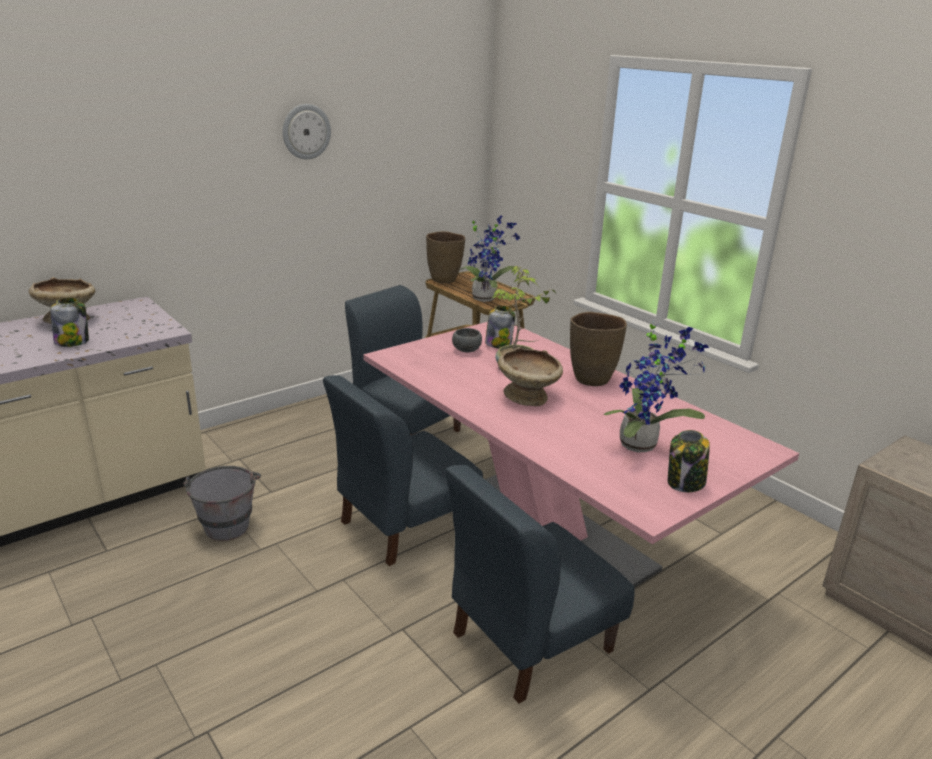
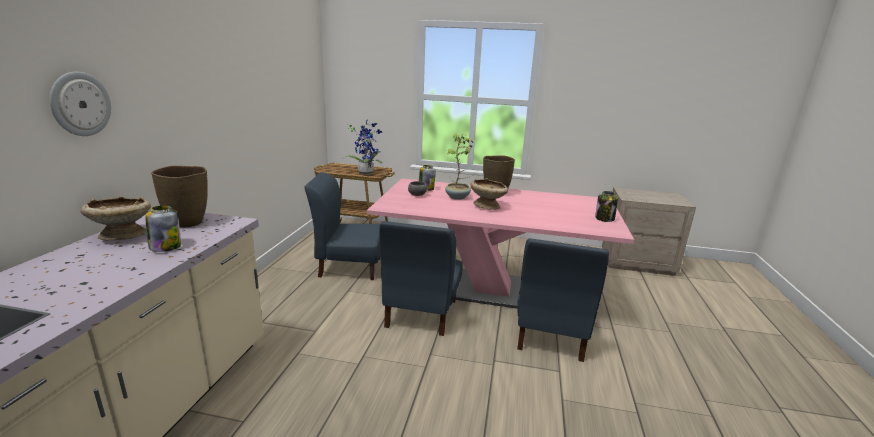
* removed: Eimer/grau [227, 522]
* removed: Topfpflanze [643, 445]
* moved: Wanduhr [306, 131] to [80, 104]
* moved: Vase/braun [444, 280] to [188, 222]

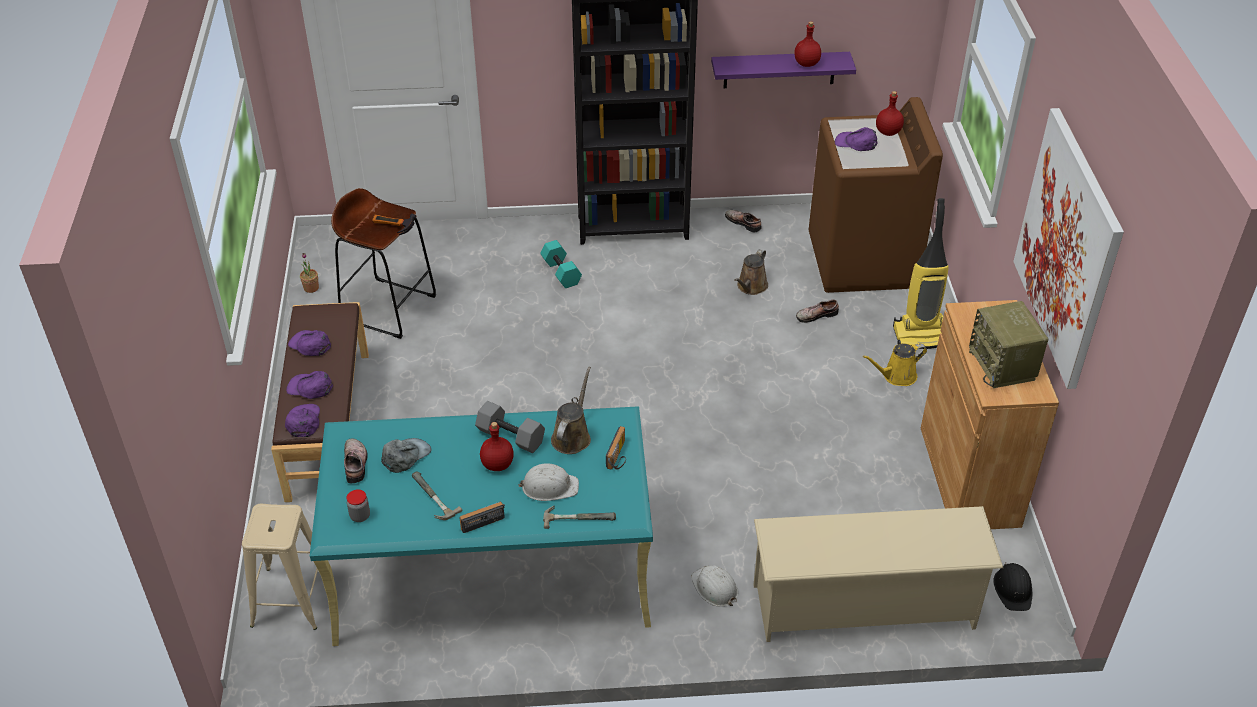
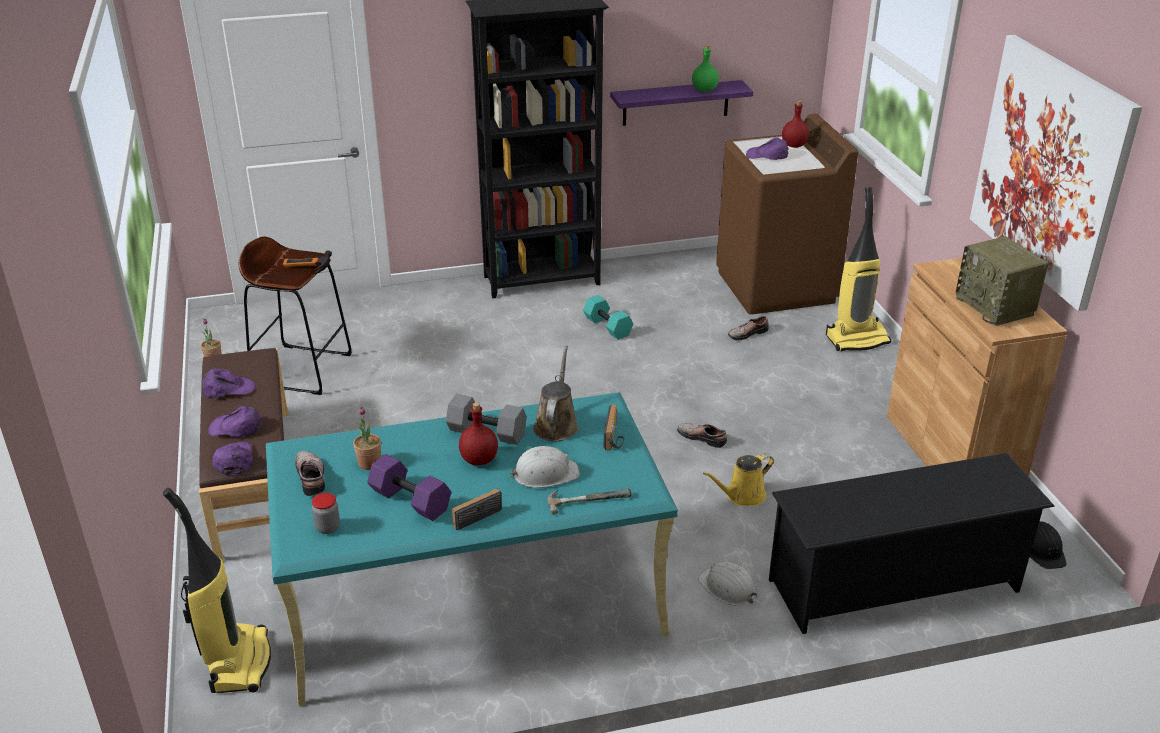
* removed: Gießkanne/braun [751, 287]
* moved: Hantel/türkis [562, 272] to [608, 326]
* moved: Schuh [744, 222] to [702, 437]
* moved: Gießkanne/gelb [896, 376] to [742, 496]
* replaced: Hocker/beige [291, 599] to Staubsauger [238, 662]
* replaced: Kappe/grau [405, 456] to Topfpflanze [369, 463]
* replaced: Hammer [430, 499] to Hantel/lila [409, 501]
* recoloured: Schuhregal/beige [864, 607] to Schuhregal/schwarz [894, 585]
* recoloured: Flasche/rot [807, 63] to Flasche/grün [705, 90]
* turned: Kappe/lila [310, 345] = [229, 389] 150 degrees clockwise

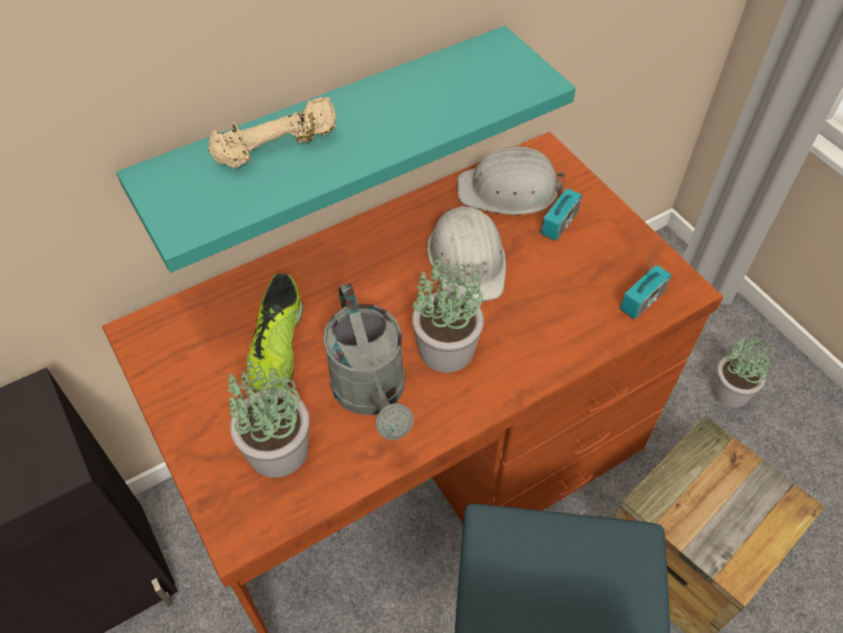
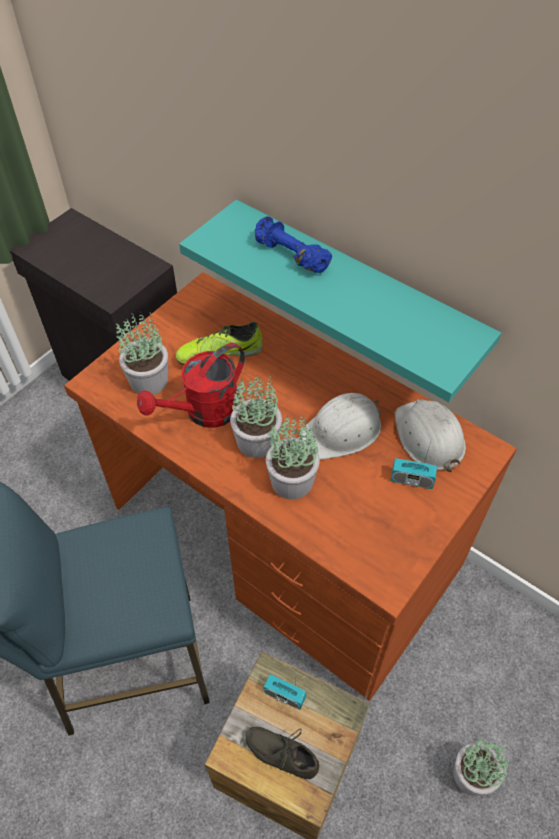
* added: Schuh/grau [283, 751]
* added: Topfpflanze [293, 481]
* moved: Radio [642, 301] to [284, 695]
* recoloured: Hantel/beige [277, 148] to Hantel/blau [290, 256]
* recoloured: Gießkanne/grau [373, 395] to Gießkanne/rot [204, 413]

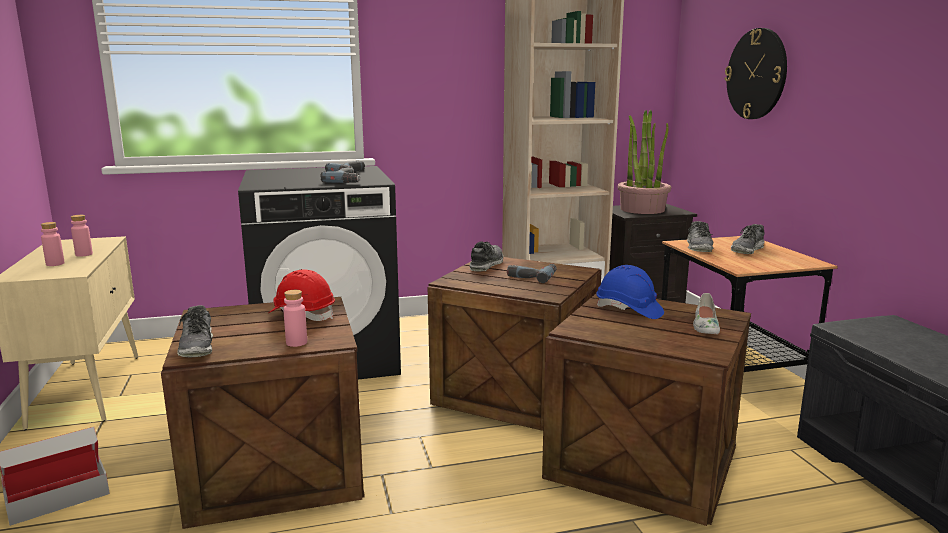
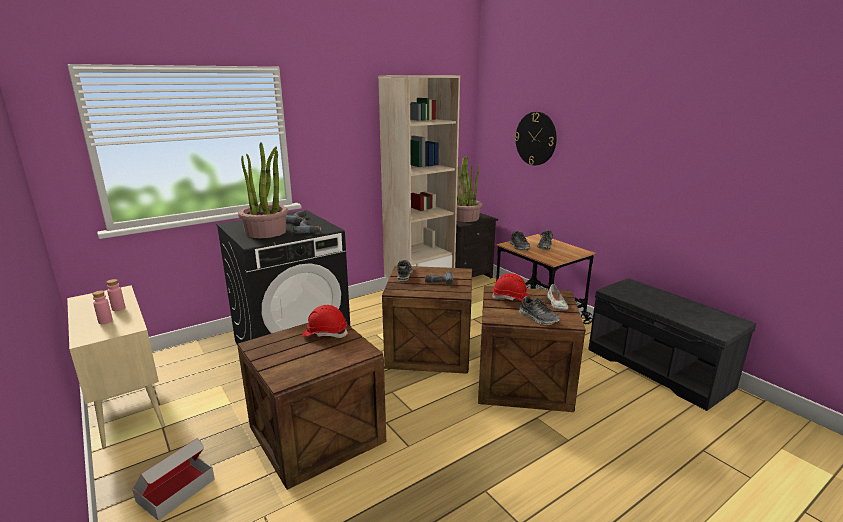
* removed: Flasche/rosa [296, 342]
* added: Topfpflanze [266, 232]
* moved: Schuh [198, 346] to [538, 318]
* recoloured: Schutzhelm/blau [628, 310] to Schutzhelm/rot [511, 299]

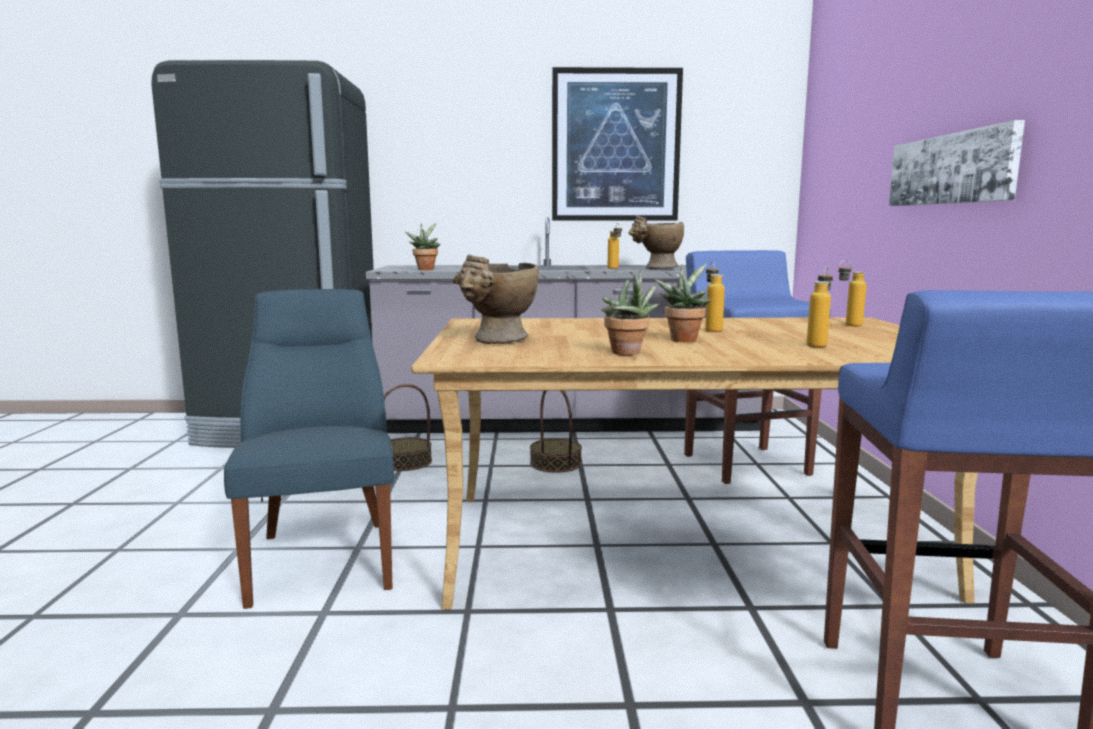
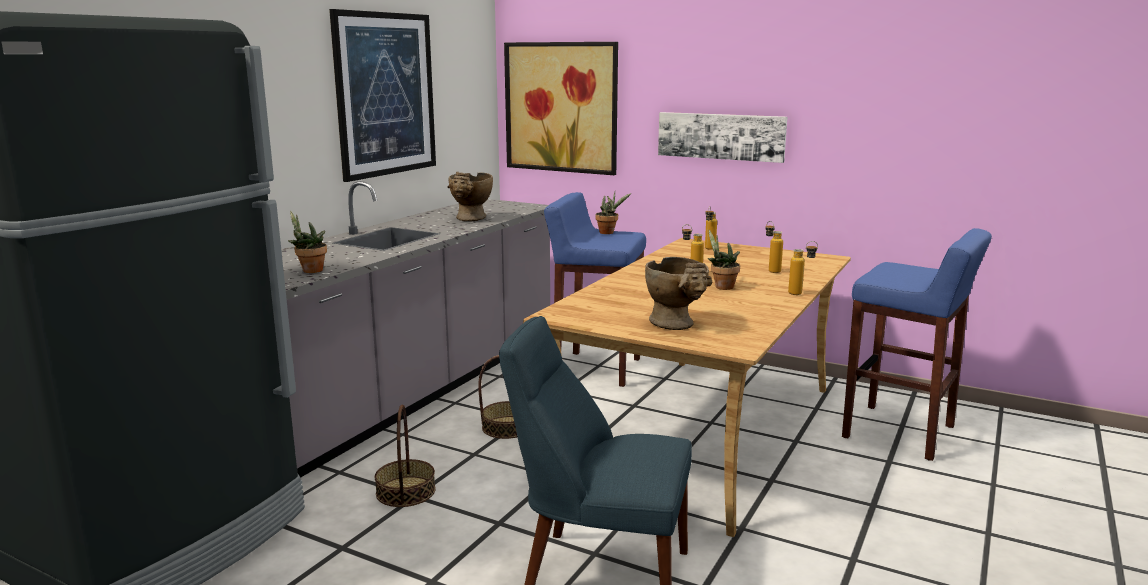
* added: Bild [561, 107]
* moved: Topfpflanze [628, 353] to [609, 232]
* moved: Flasche [614, 268] to [800, 294]

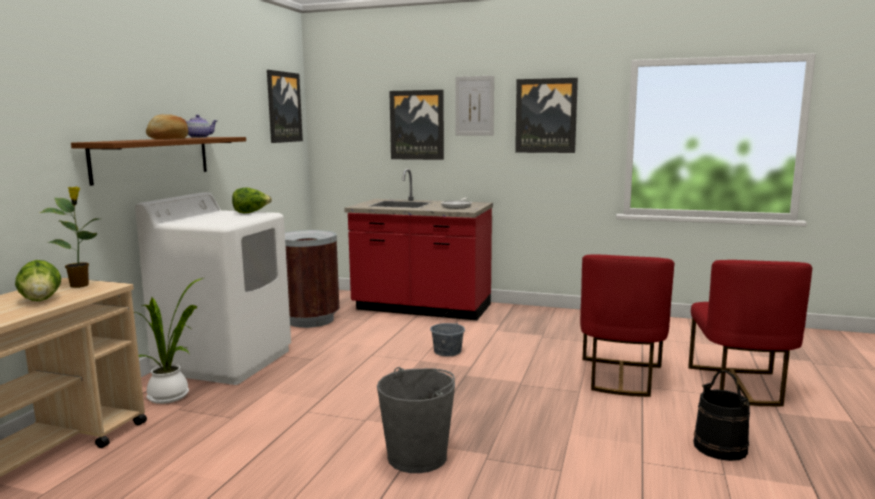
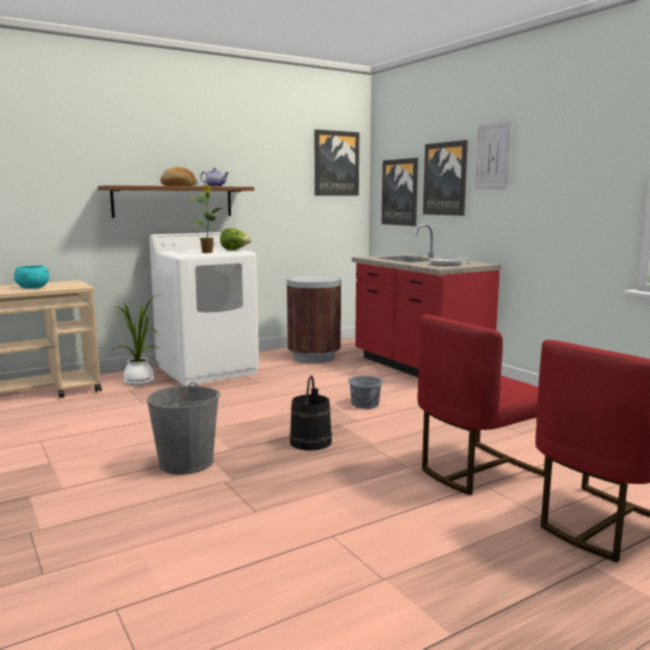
* moved: Topfpflanze [81, 285] to [207, 252]
* moved: Bild [546, 116] to [400, 192]
* moved: Eimer/schwarz [719, 447] to [310, 442]
* replaced: Salatkopf [41, 300] to Schüssel/türkis [33, 288]

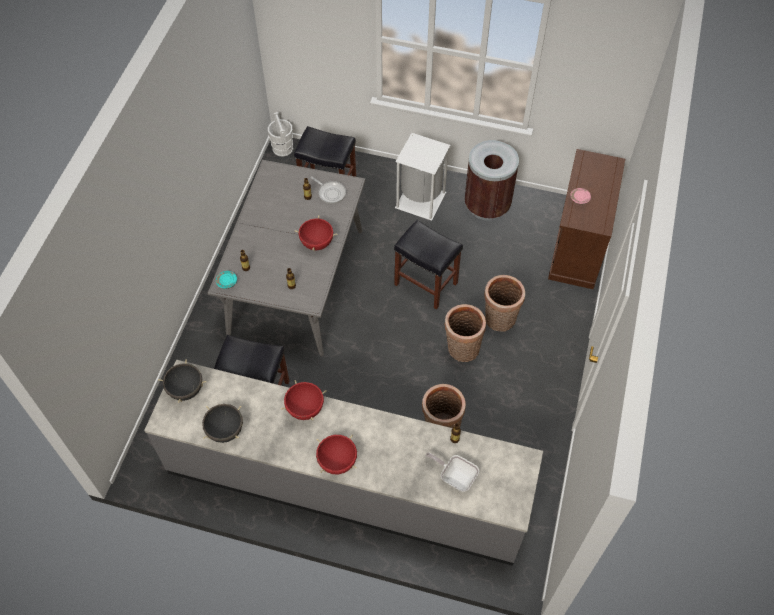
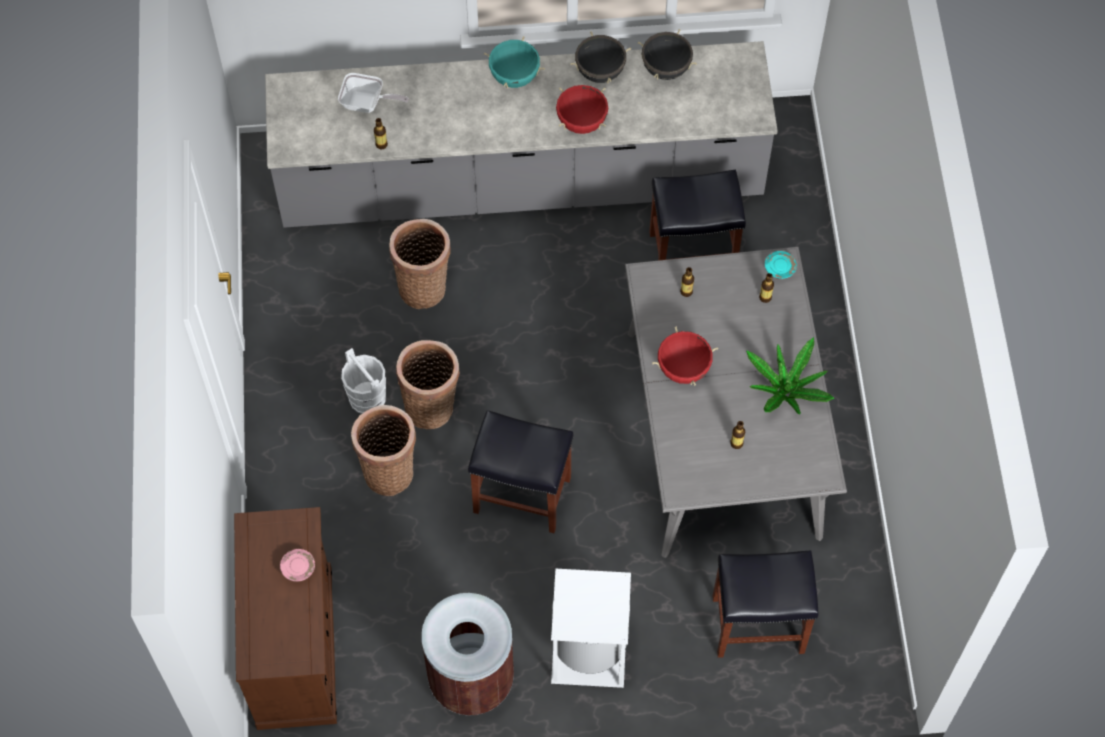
* removed: Pfanne [330, 193]
* added: Topfpflanze [786, 390]
* moved: Kochtopf/schwarz [186, 390] to [600, 72]
* moved: Eimer/weiß [282, 148] to [367, 398]
* recoloured: Kochtopf/rot [337, 462] to Kochtopf/türkis [514, 77]

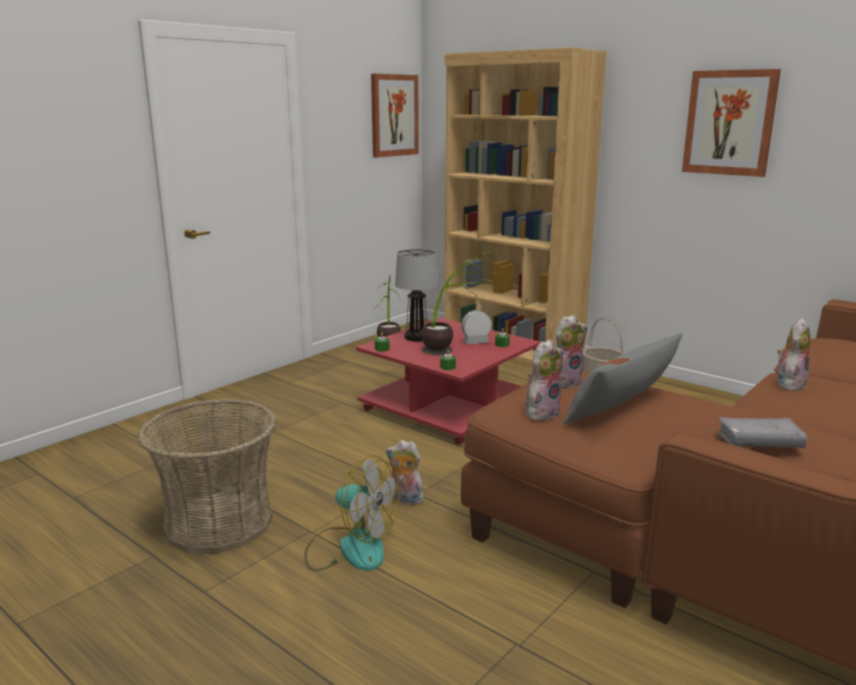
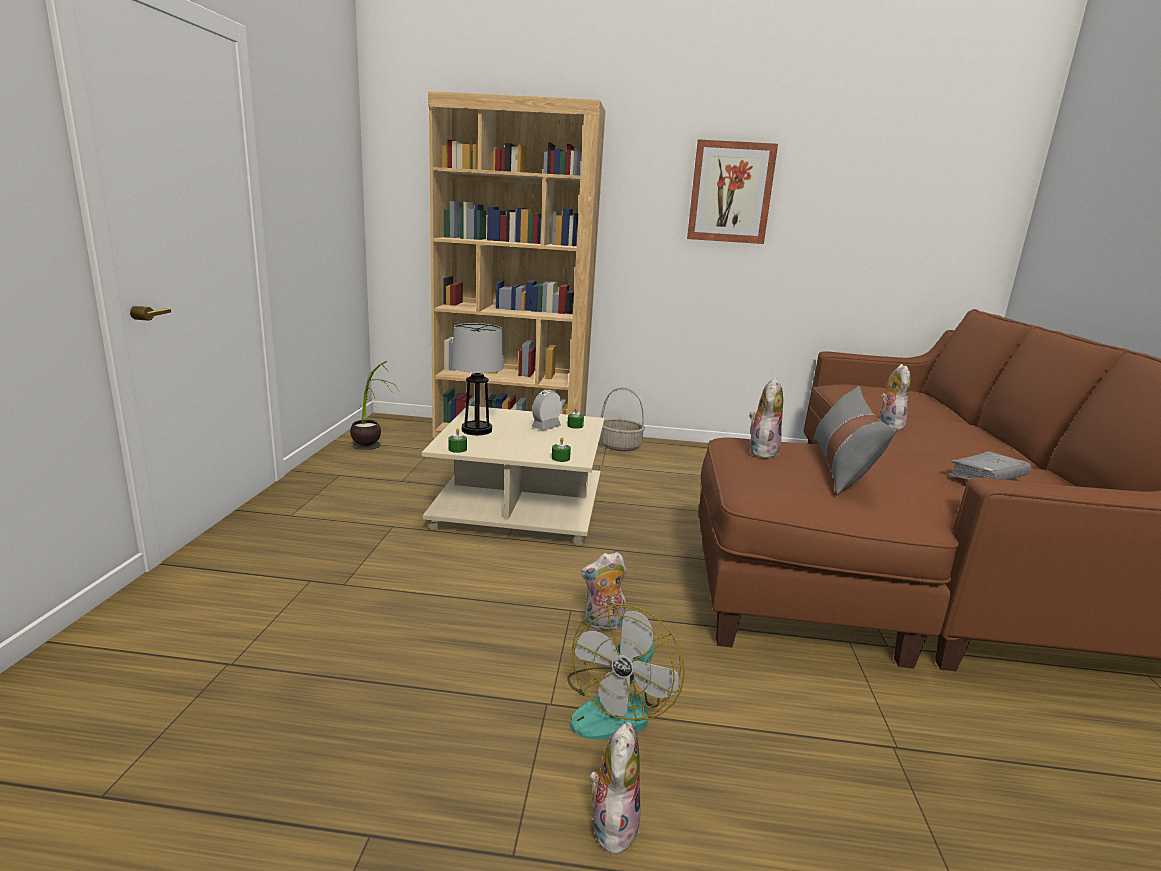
* removed: Korb [218, 523]
* removed: Bild [394, 115]
* removed: Topfpflanze [455, 352]
* moved: Plüschtier [541, 412] to [612, 824]
* recoloured: Couchtisch/rot [449, 408] to Couchtisch/beige [521, 507]
* turned: Ventilator [351, 547] = [618, 706] 120 degrees clockwise

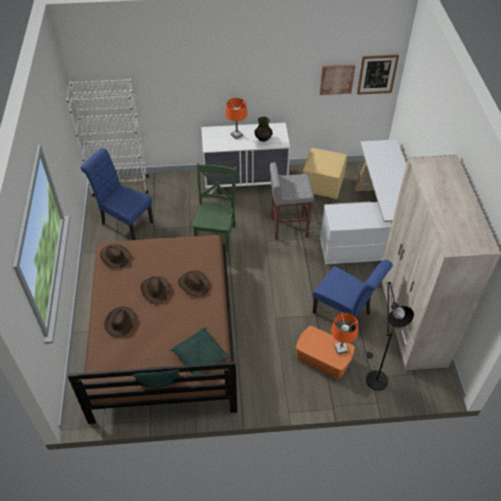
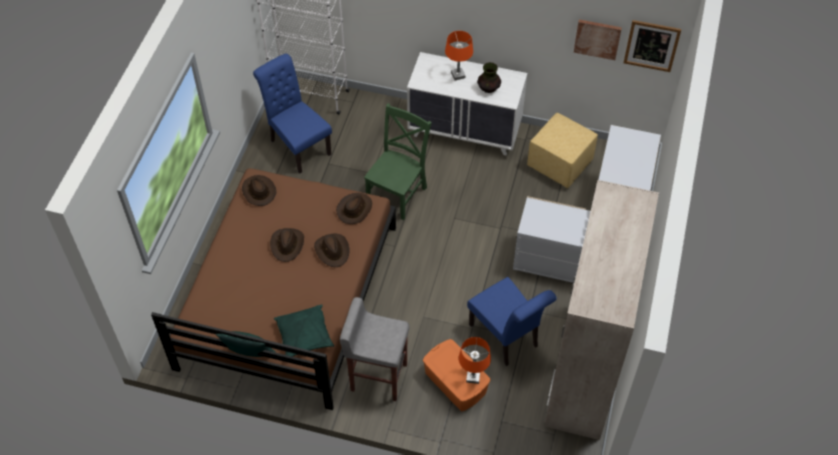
* removed: Stehlampe/schwarz [374, 376]
* moved: Hut/braun [120, 322] to [354, 209]
* moved: Hocker/grau [288, 227] to [378, 376]

